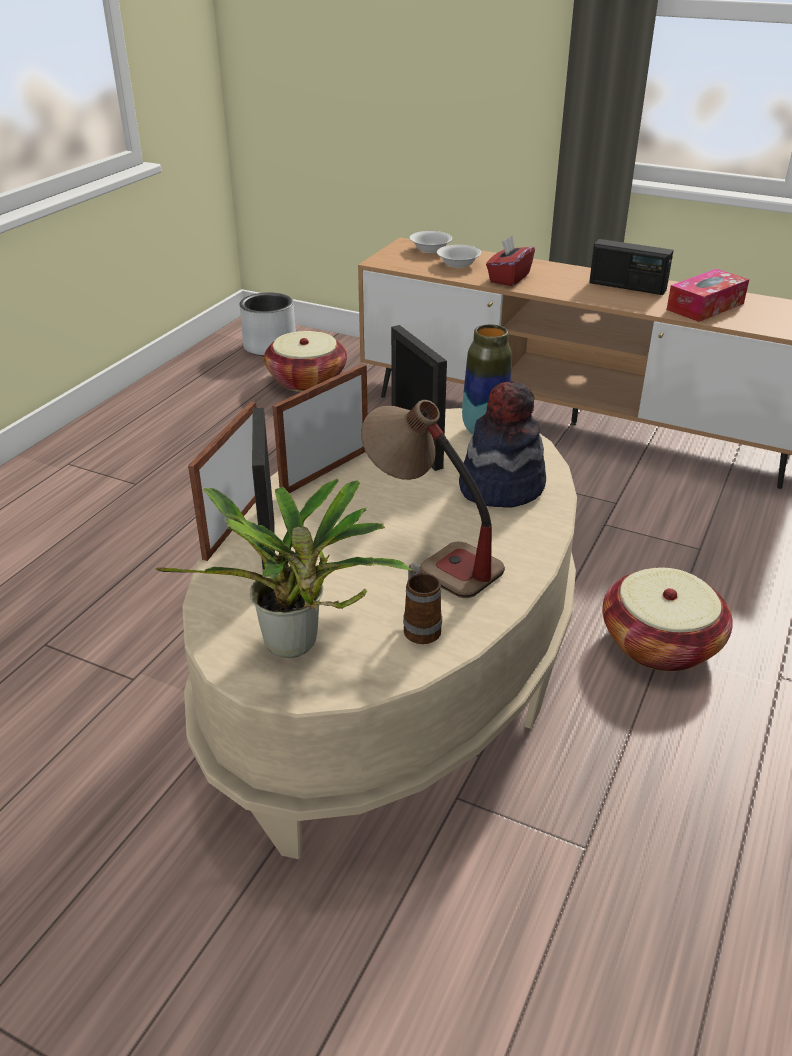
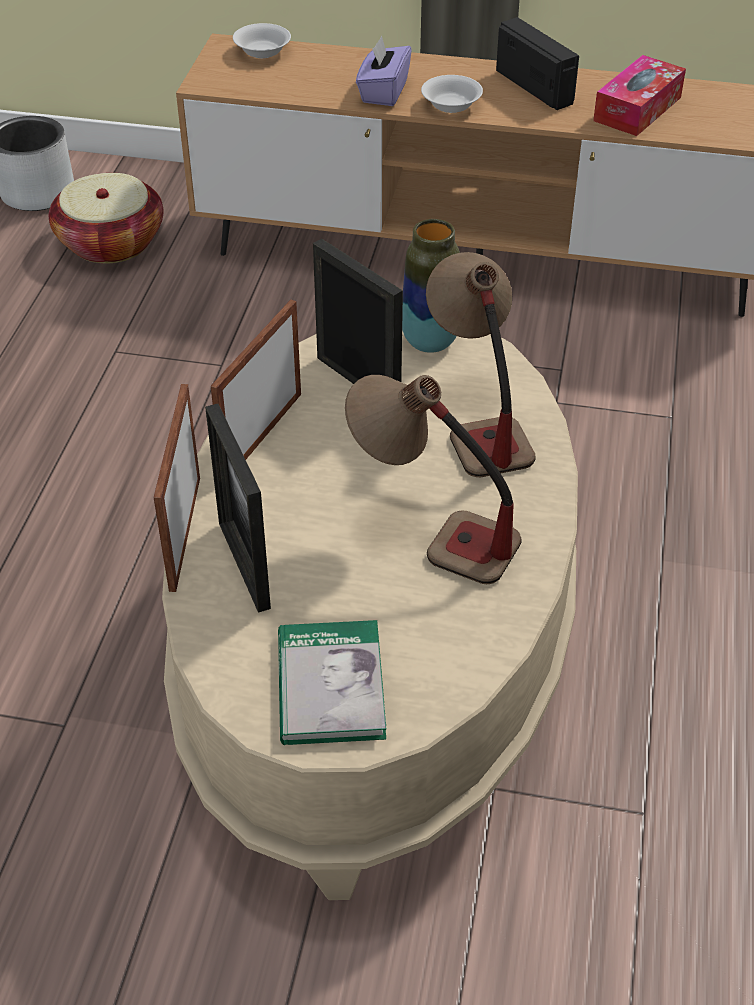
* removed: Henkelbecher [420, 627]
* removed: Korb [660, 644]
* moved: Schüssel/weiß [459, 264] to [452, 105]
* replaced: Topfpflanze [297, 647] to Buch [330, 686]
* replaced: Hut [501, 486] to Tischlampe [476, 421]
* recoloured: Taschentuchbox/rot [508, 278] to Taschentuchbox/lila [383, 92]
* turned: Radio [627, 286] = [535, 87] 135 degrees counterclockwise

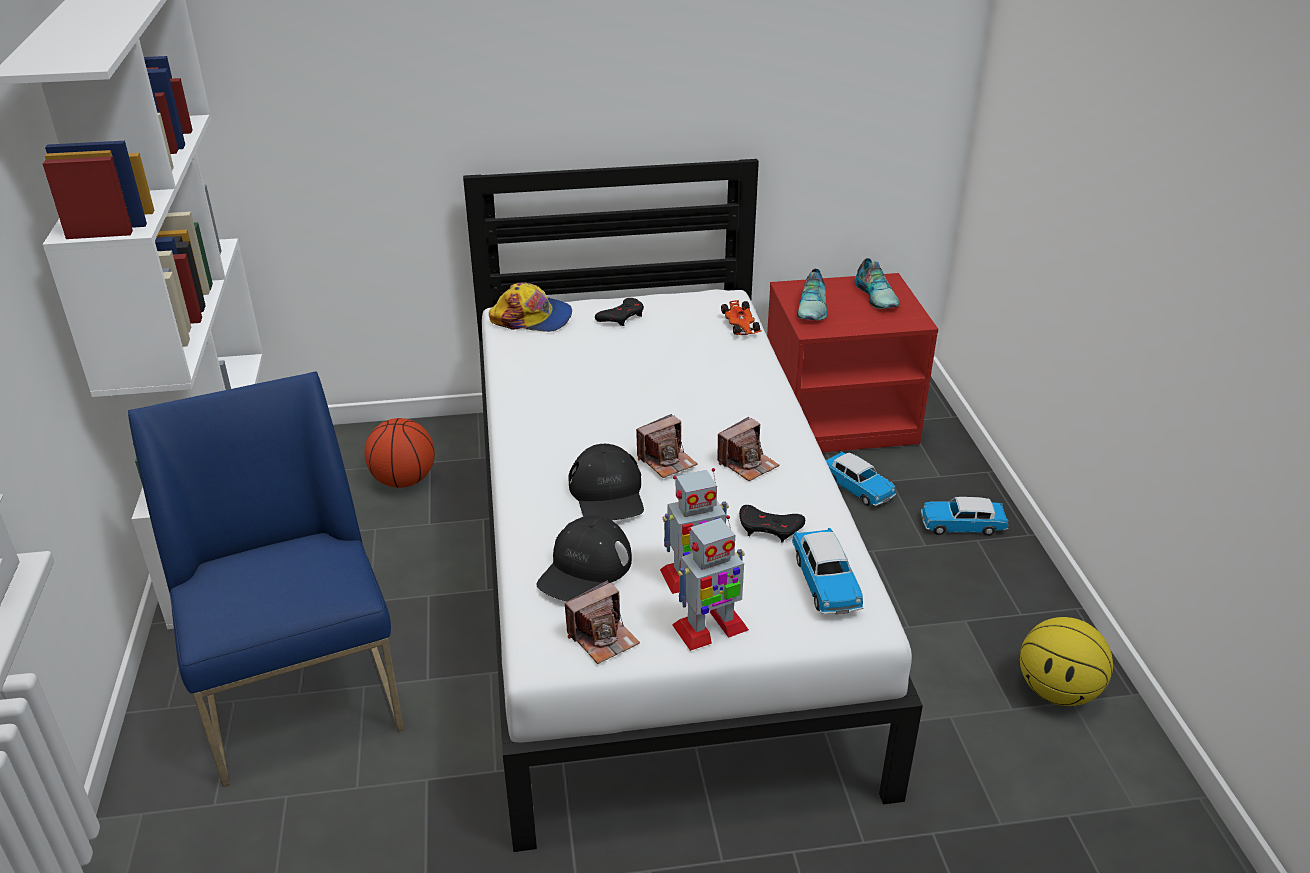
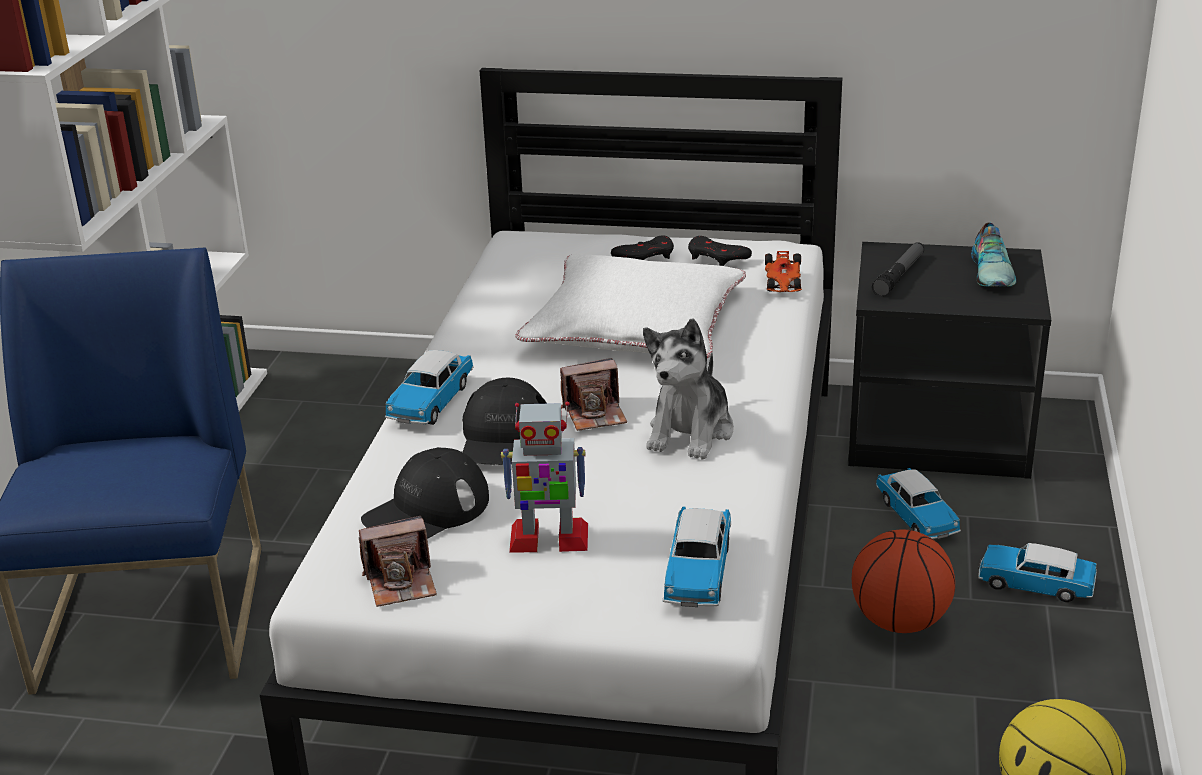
* removed: Kappe [532, 318]
* removed: Spielzeugroboter [709, 628]
* added: Spielzeugauto [431, 402]
* added: Kissen/weiß [634, 325]
* moved: Basketball [403, 481] to [899, 622]
* moved: Gamepad/schwarz [769, 528] to [716, 257]
* replaced: Kamera [747, 463] to Plüschtier [691, 432]
* replaced: Schuh [813, 307] to Taschenlampe [899, 276]
* recoloured: Nachttisch/rot [840, 418] to Nachttisch/schwarz [940, 433]

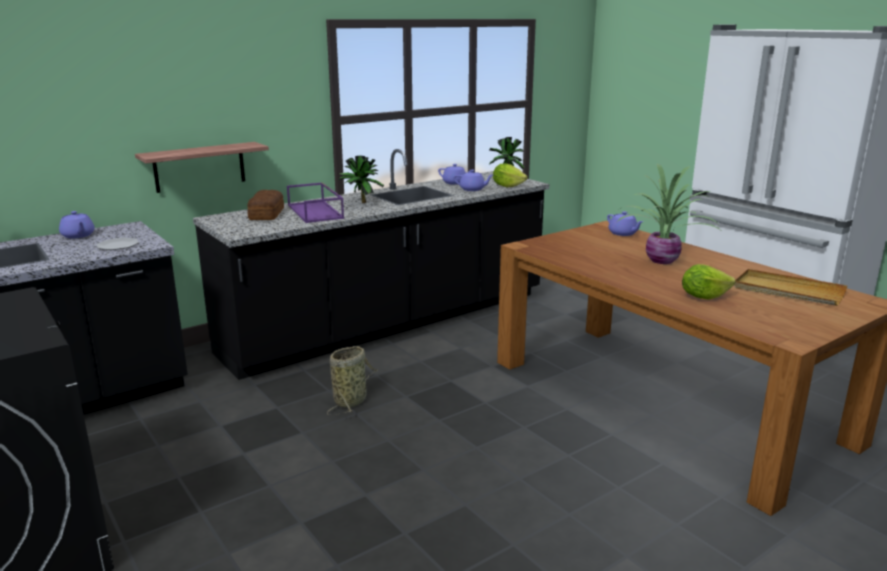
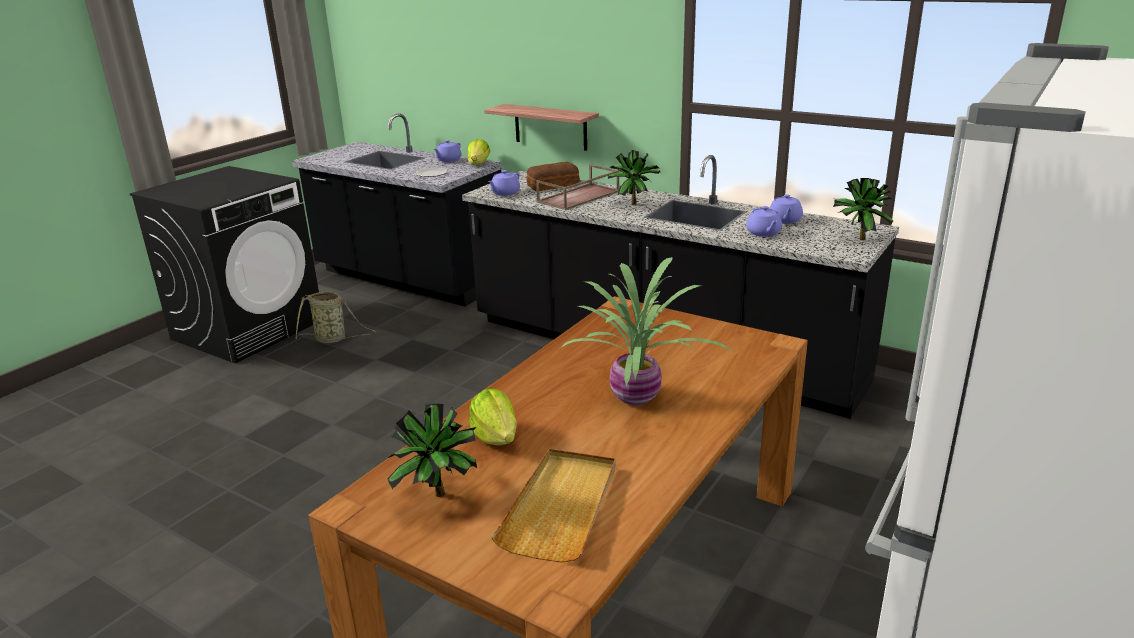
* added: Topfpflanze [438, 499]
* moved: Korb [351, 400] to [333, 339]
* moved: Salatkopf [507, 186] to [479, 164]
* moved: Teekanne/lila [623, 233] to [505, 193]
* recoloured: Tablett/lila [316, 212] to Tablett/braun [578, 197]

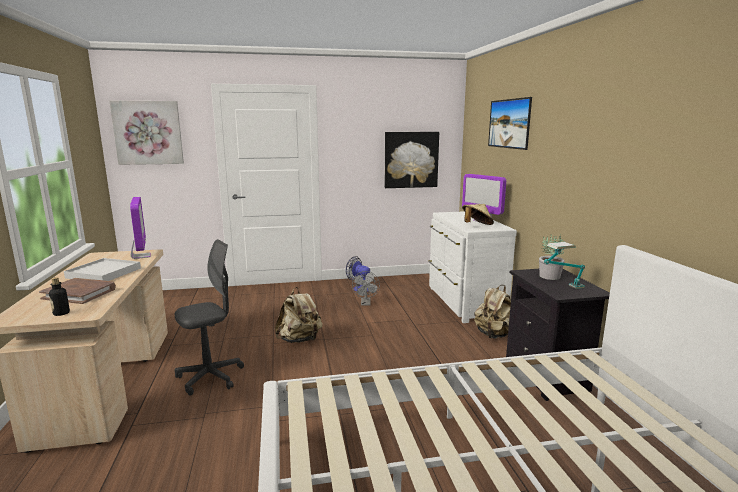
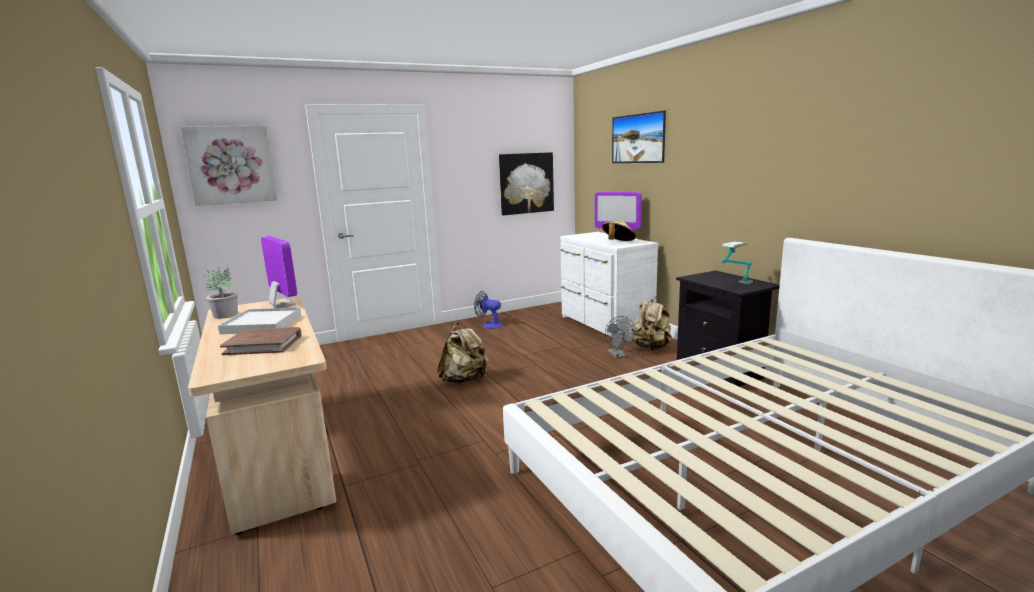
* removed: Flasche [61, 313]
* removed: Bürostuhl/grau [210, 377]
* moved: Ventilator/grau [366, 303] to [618, 355]
* moved: Topfpflanze [549, 276] to [226, 315]

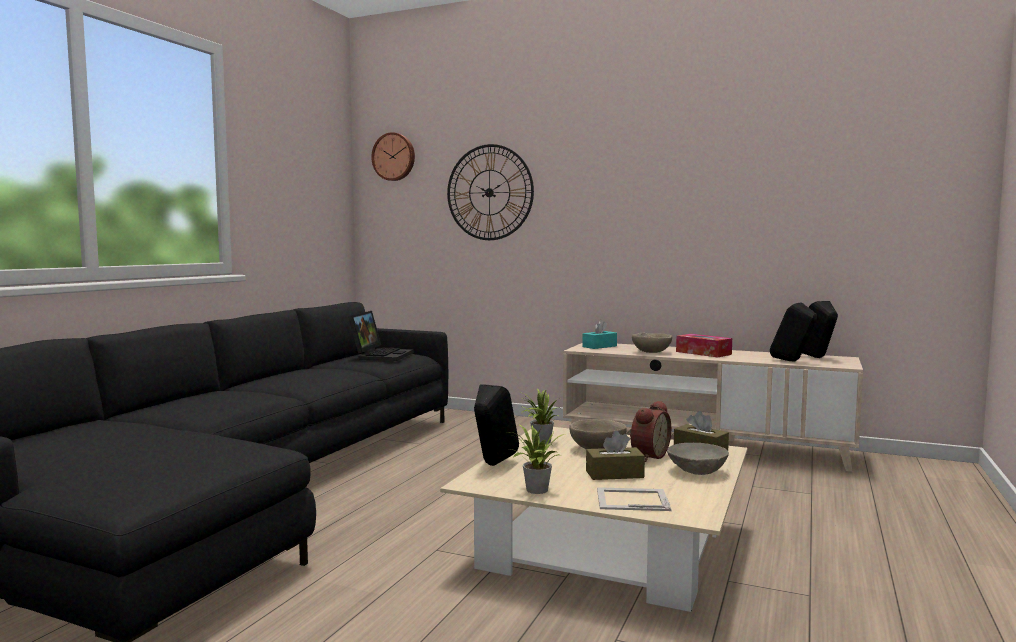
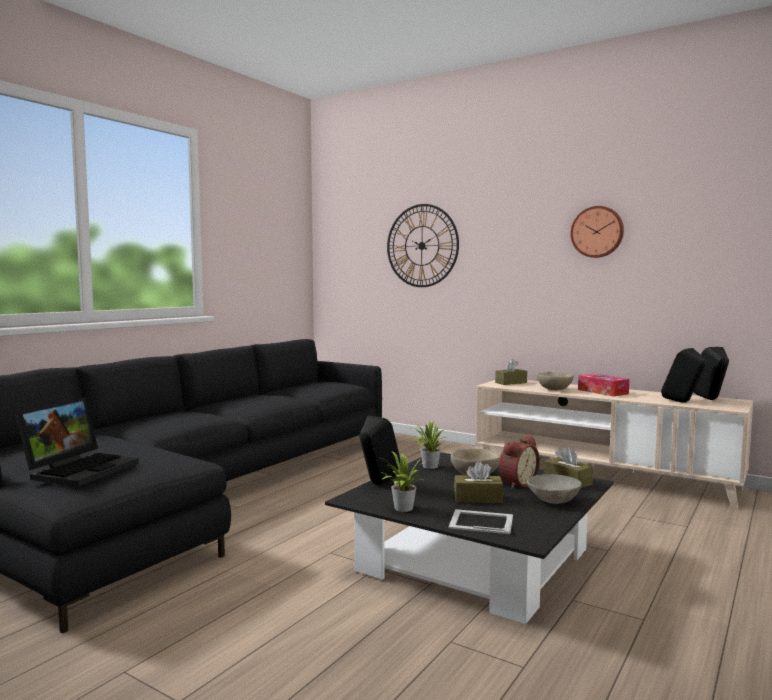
* moved: Laptop [381, 355] to [81, 469]
* moved: Wanduhr [394, 157] to [597, 232]
* recoloured: Couchtisch/beige [605, 546] to Couchtisch/schwarz [474, 560]
* recoloured: Taschentuchbox/türkis [599, 346] to Taschentuchbox/braun [511, 382]

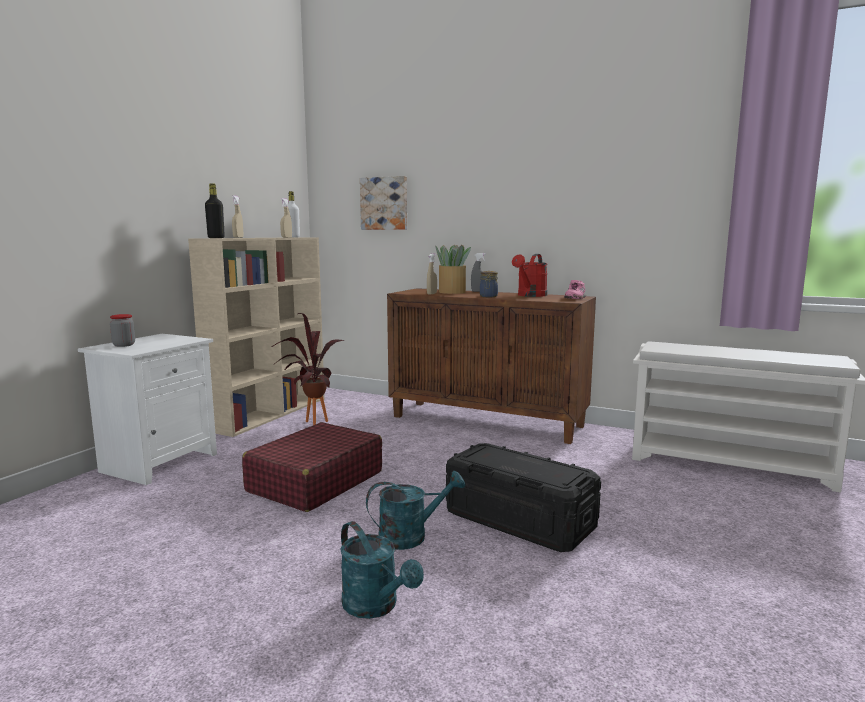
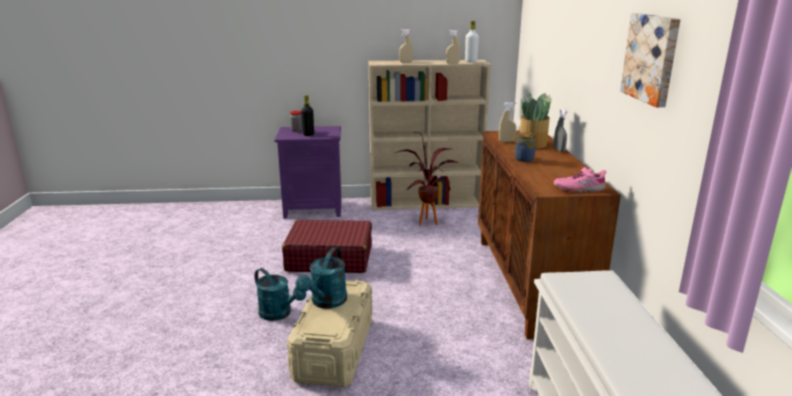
* removed: Gießkanne/rot [530, 295]
* moved: Flasche/schwarz [216, 238] to [308, 135]
* moved: Gießkanne/türkis [376, 606] to [326, 302]
* moved: Bild [385, 203] to [652, 58]
* recoloured: Nachttisch/weiß [159, 462] to Nachttisch/lila [314, 208]
* recoloured: Aufbewahrungsbox/schwarz [519, 520] to Aufbewahrungsbox/beige [334, 349]

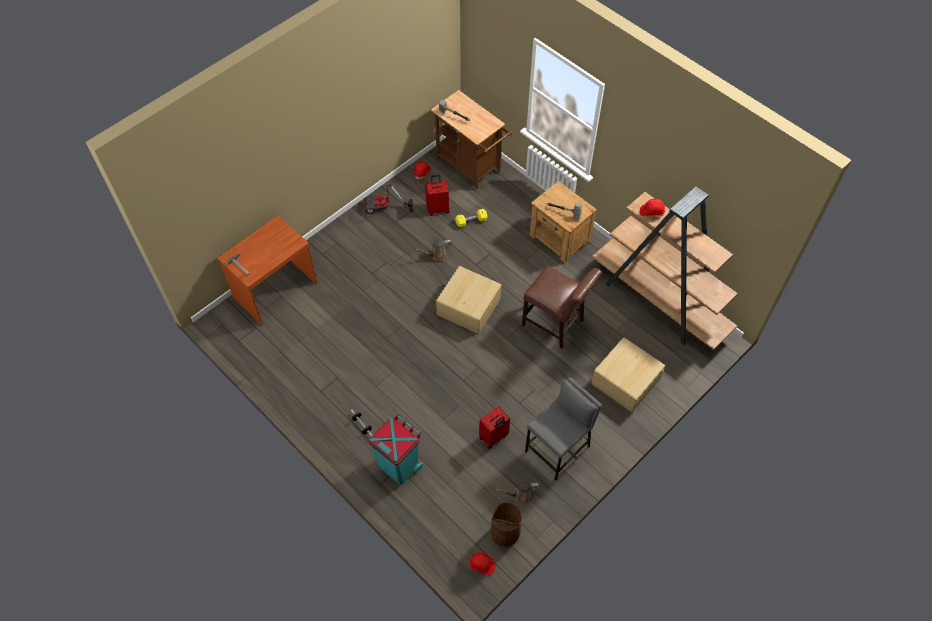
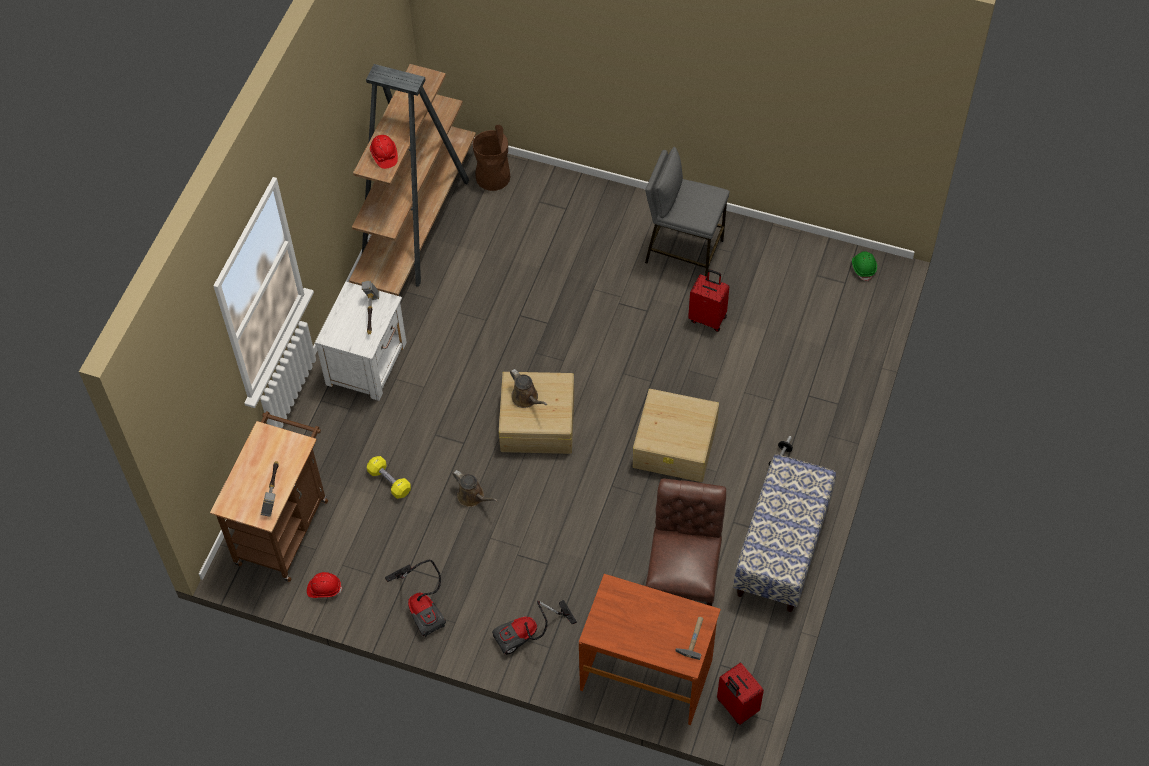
* removed: Mülleimer/türkis [398, 465]
* added: Staubsauger [529, 635]
* added: Bank [782, 549]
* moved: Koffer/rot [438, 209] to [736, 707]
* moved: Mülleimer/braun [505, 532] to [493, 177]
* moved: Gießkanne/braun [521, 495] to [526, 398]
* moved: Stuhl/braun [555, 325] to [682, 592]
* moved: Aufbewahrungsbox/beige [625, 381] to [675, 445]
* recoloured: Schutzhelm/rot [482, 565] to Schutzhelm/grün [863, 268]
* recoloured: Nachttisch/braun [559, 239] to Nachttisch/weiß [367, 363]

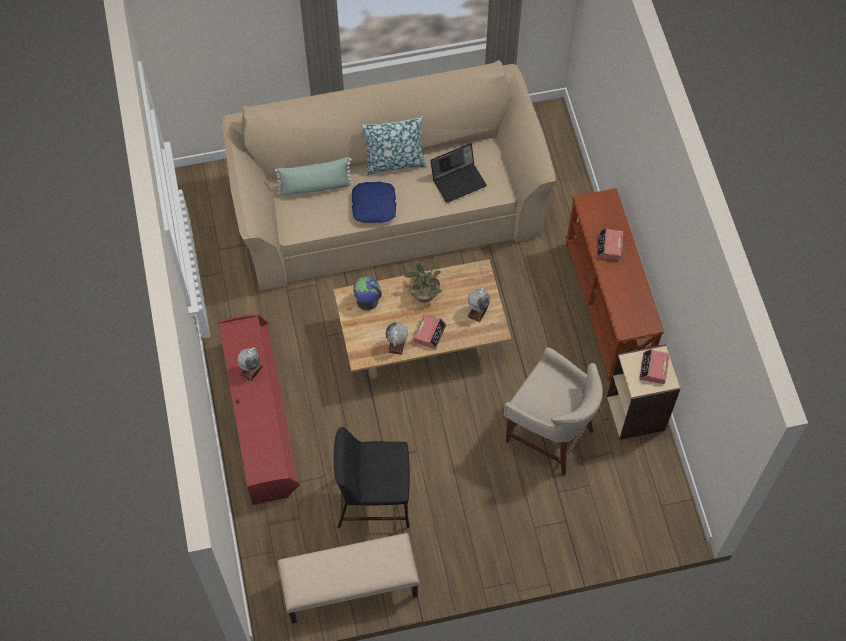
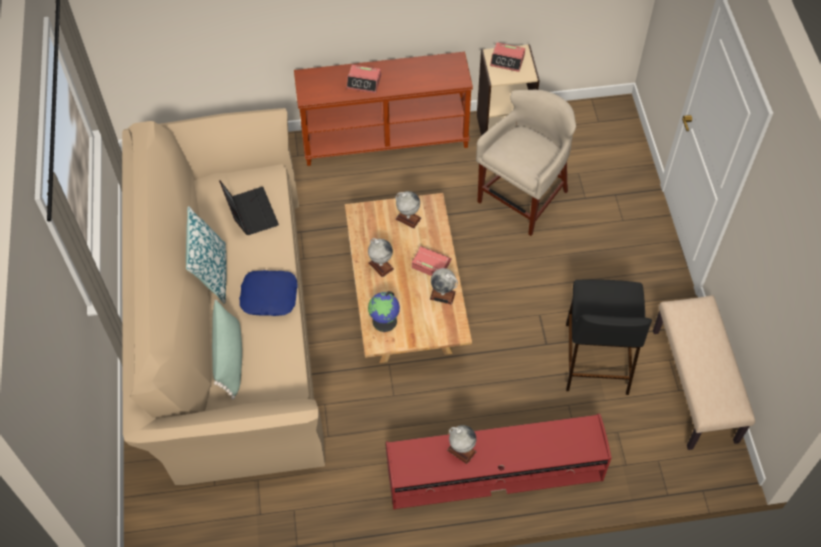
* replaced: Topfpflanze [424, 293] to Globus [380, 266]

